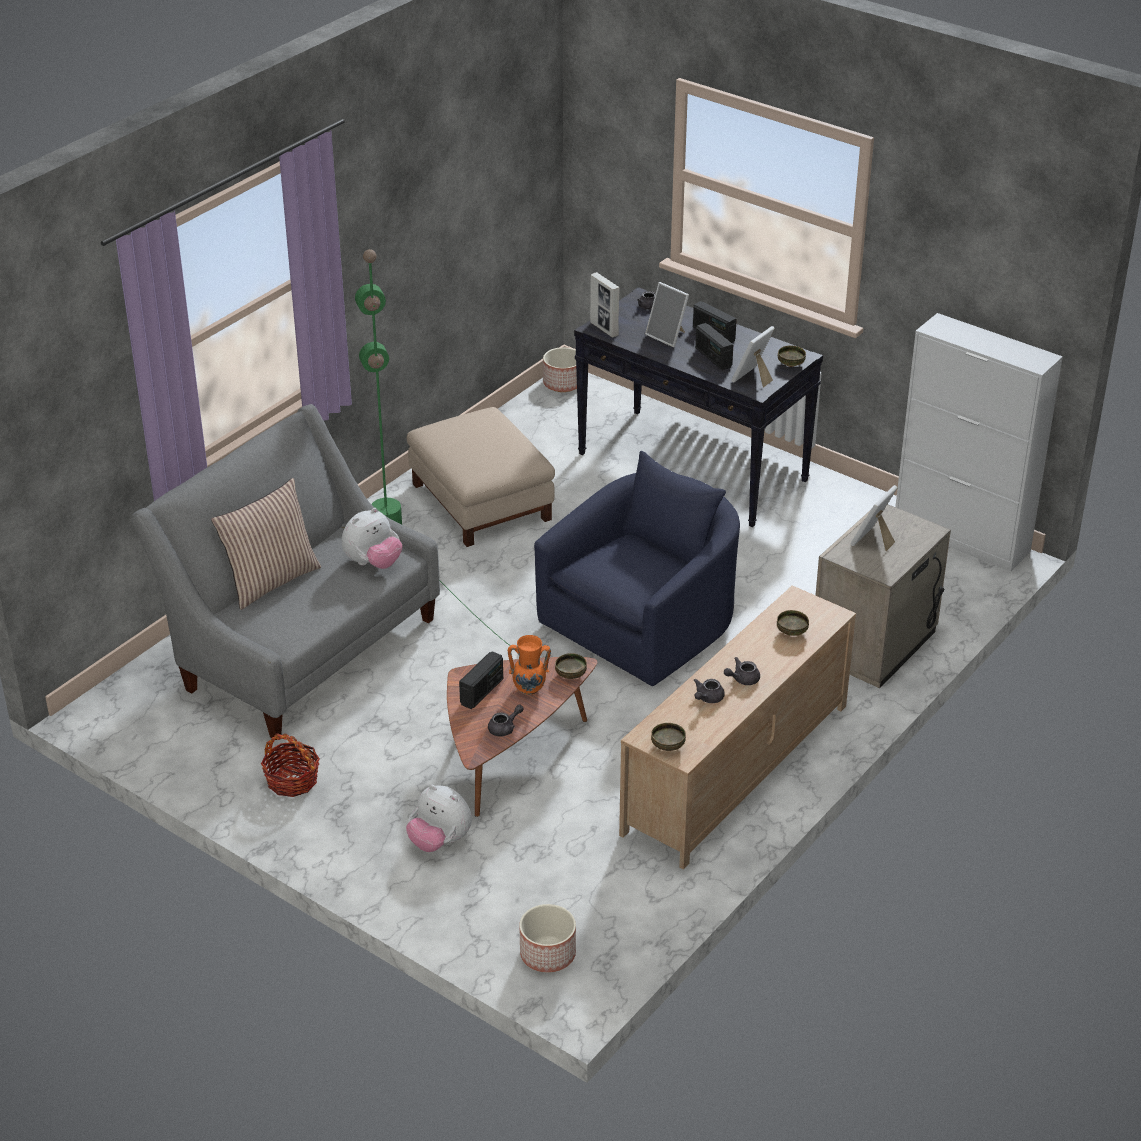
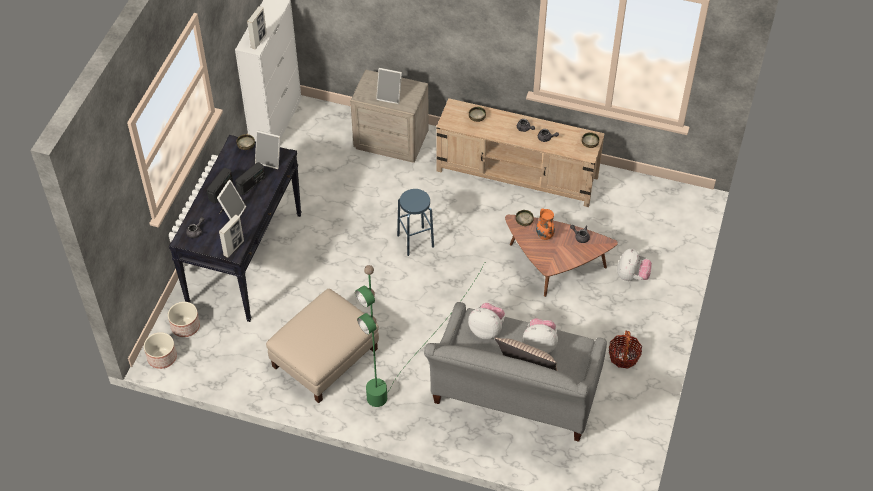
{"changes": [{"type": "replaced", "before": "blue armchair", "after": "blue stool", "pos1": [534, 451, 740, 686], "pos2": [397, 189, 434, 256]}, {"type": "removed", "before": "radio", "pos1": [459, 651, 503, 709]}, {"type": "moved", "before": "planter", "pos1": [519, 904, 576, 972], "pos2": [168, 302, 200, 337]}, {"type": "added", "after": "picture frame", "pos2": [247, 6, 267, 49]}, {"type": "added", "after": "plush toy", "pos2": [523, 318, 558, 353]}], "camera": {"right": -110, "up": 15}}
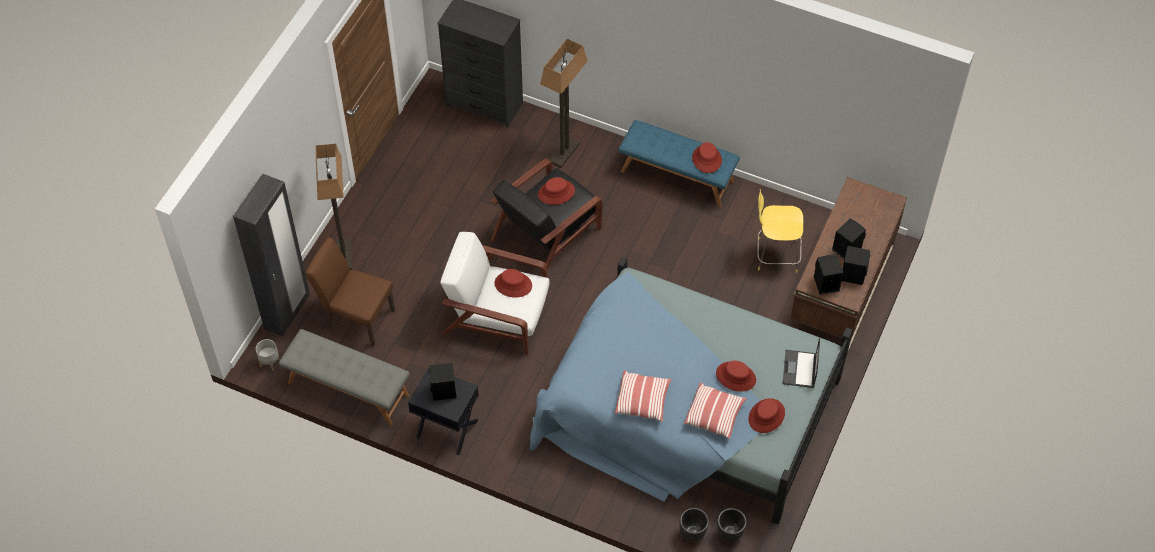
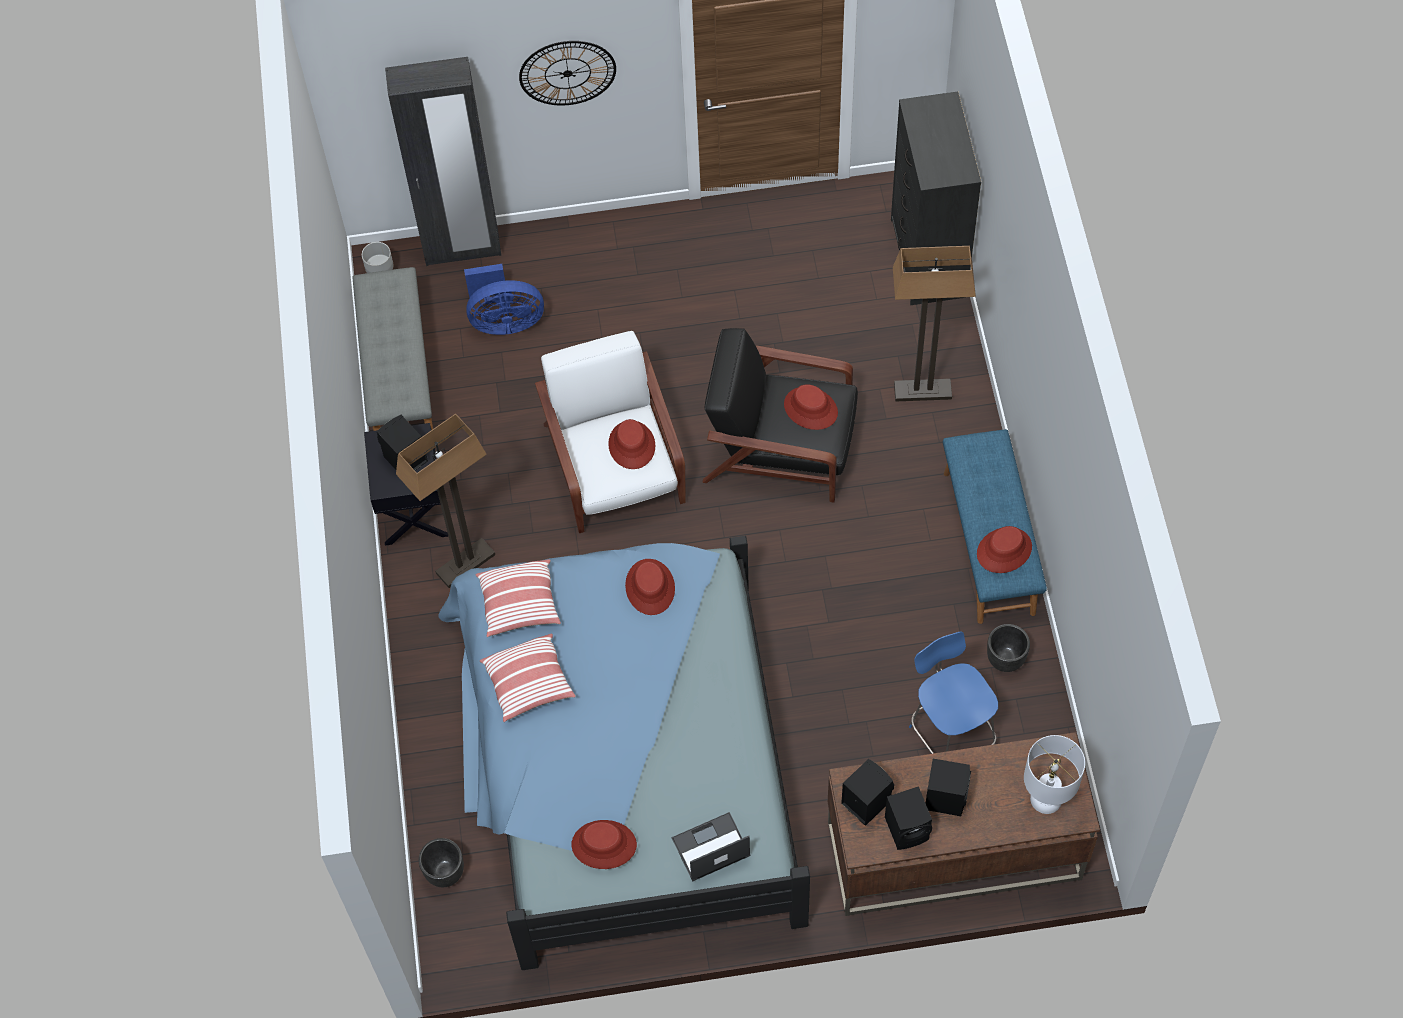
{"changes": [{"type": "moved", "before": "floor lamp", "pos1": [316, 144, 352, 270], "pos2": [396, 414, 495, 588]}, {"type": "recoloured", "before": "yellow stool", "after": "blue stool", "pos1": [757, 189, 803, 273], "pos2": [909, 632, 998, 754]}, {"type": "replaced", "before": "brown chair", "after": "blue fan", "pos1": [305, 237, 395, 346], "pos2": [464, 264, 544, 335]}, {"type": "moved", "before": "red hat", "pos1": [716, 361, 756, 392], "pos2": [625, 559, 675, 615]}, {"type": "moved", "before": "pillow", "pos1": [684, 382, 746, 439], "pos2": [476, 559, 561, 637]}, {"type": "moved", "before": "black planter", "pos1": [717, 508, 747, 541], "pos2": [987, 624, 1030, 672]}, {"type": "added", "after": "wall clock", "pos2": [519, 41, 616, 106]}, {"type": "added", "after": "white table lamp", "pos2": [1024, 735, 1085, 814]}], "camera": {"right": 60, "up": 5}}
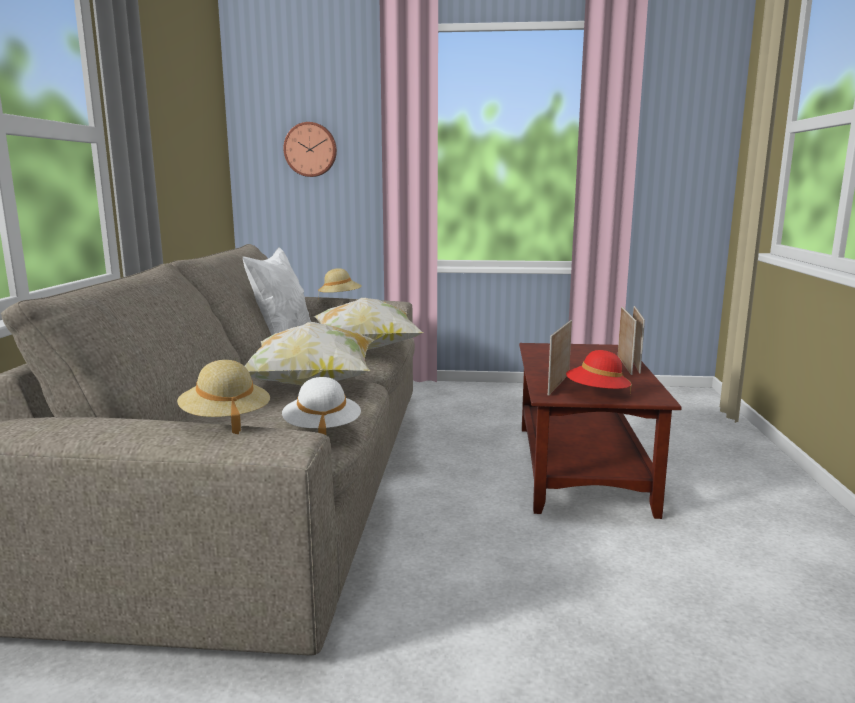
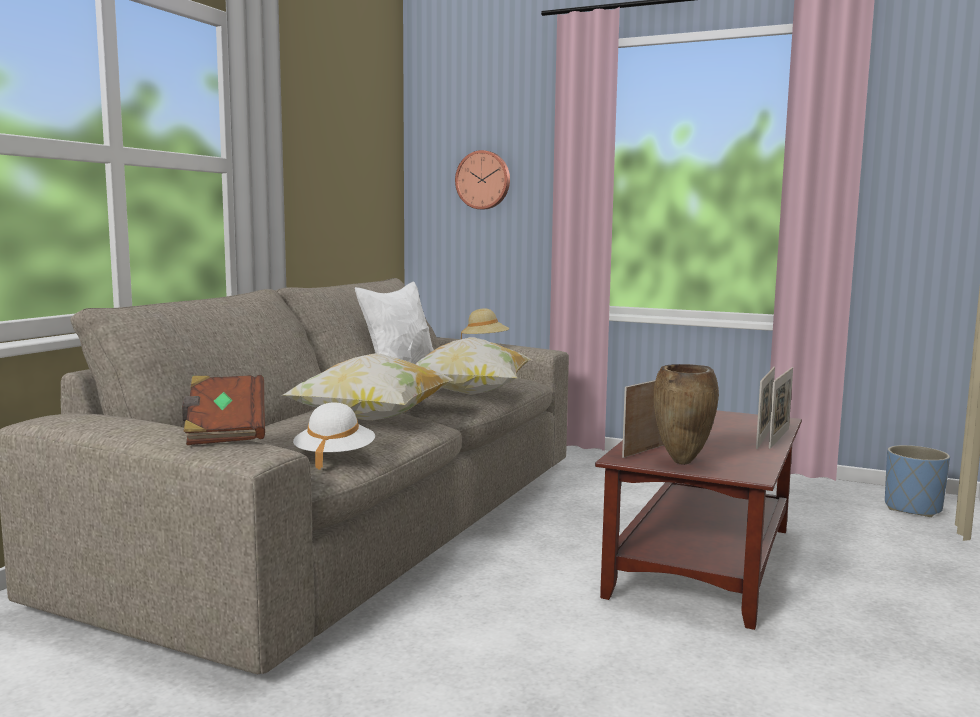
{"changes": [{"type": "replaced", "before": "red hat", "after": "brown vase", "pos1": [566, 350, 631, 395], "pos2": [654, 364, 719, 465]}, {"type": "replaced", "before": "beige hat", "after": "brown book", "pos1": [177, 360, 270, 434], "pos2": [182, 375, 265, 445]}, {"type": "added", "after": "blue planter", "pos2": [885, 445, 950, 517]}], "camera": {"right": 20, "up": -5}}
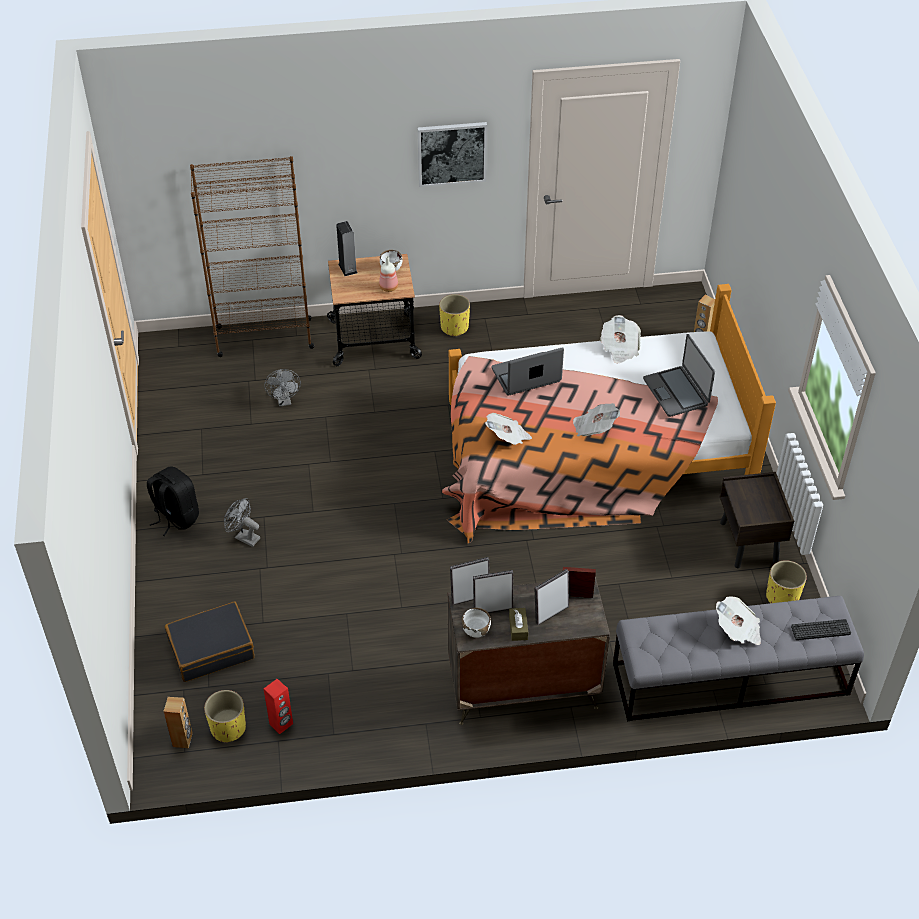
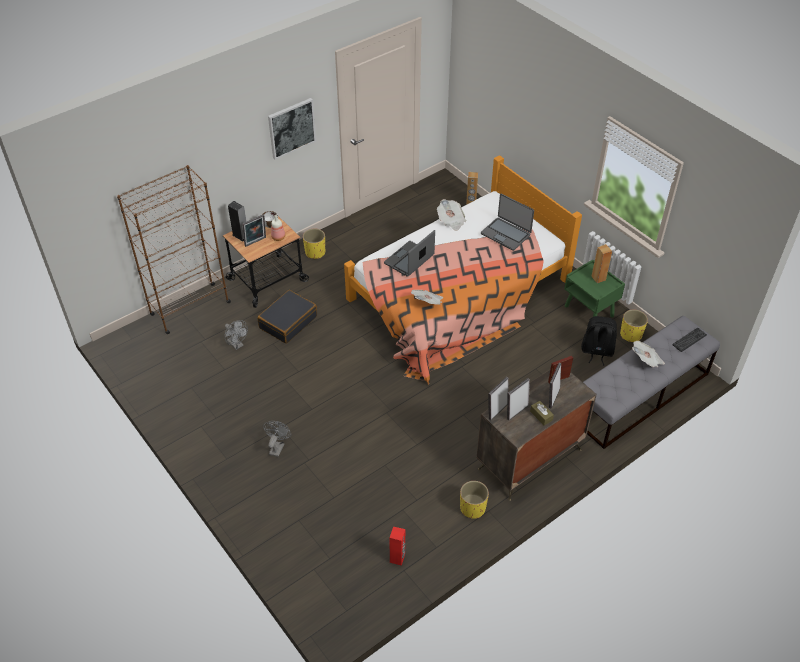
{"changes": [{"type": "removed", "before": "newspaper", "pos1": [573, 403, 620, 437]}, {"type": "moved", "before": "black backpack", "pos1": [147, 466, 199, 536], "pos2": [581, 316, 617, 365]}, {"type": "recoloured", "before": "brown nightstand", "after": "green nightstand", "pos1": [720, 472, 794, 568], "pos2": [564, 260, 625, 317]}, {"type": "turned", "before": "grey fan", "pos1": [224, 498, 260, 547], "pos2": [263, 421, 291, 457], "turn": 105}, {"type": "moved", "before": "black suitcase", "pos1": [165, 602, 255, 682], "pos2": [258, 290, 317, 344]}, {"type": "removed", "before": "white bowl", "pos1": [462, 608, 491, 638]}, {"type": "moved", "before": "yellow planter", "pos1": [204, 690, 246, 743], "pos2": [460, 481, 489, 519]}, {"type": "moved", "before": "brown speaker", "pos1": [163, 697, 193, 749], "pos2": [591, 244, 612, 283]}, {"type": "added", "after": "picture frame", "pos2": [242, 214, 266, 247]}], "camera": {"right": -30, "up": 0}}
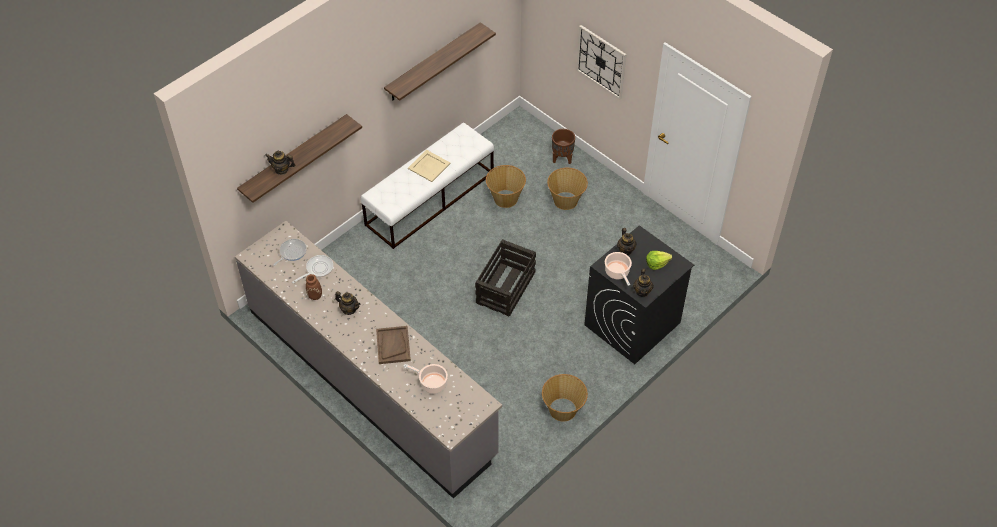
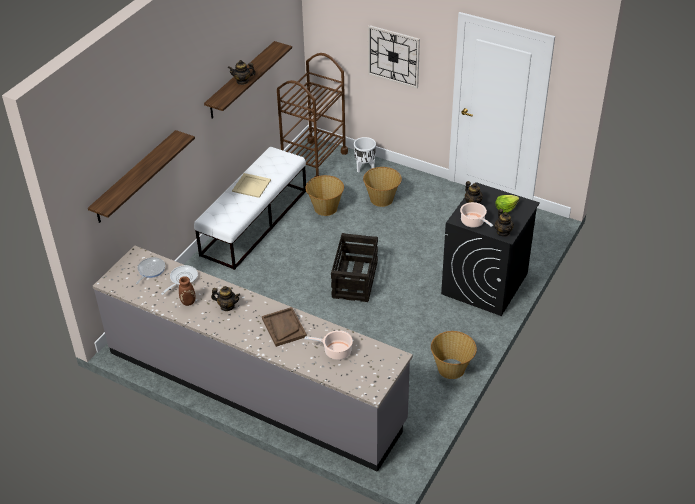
{"changes": [{"type": "recoloured", "before": "brown planter", "after": "white planter", "pos1": [552, 129, 575, 164], "pos2": [354, 137, 376, 173]}, {"type": "moved", "before": "teapot", "pos1": [265, 151, 295, 175], "pos2": [228, 60, 256, 85]}, {"type": "added", "after": "brown cart", "pos2": [277, 53, 348, 179]}], "camera": {"right": -15, "up": -10}}
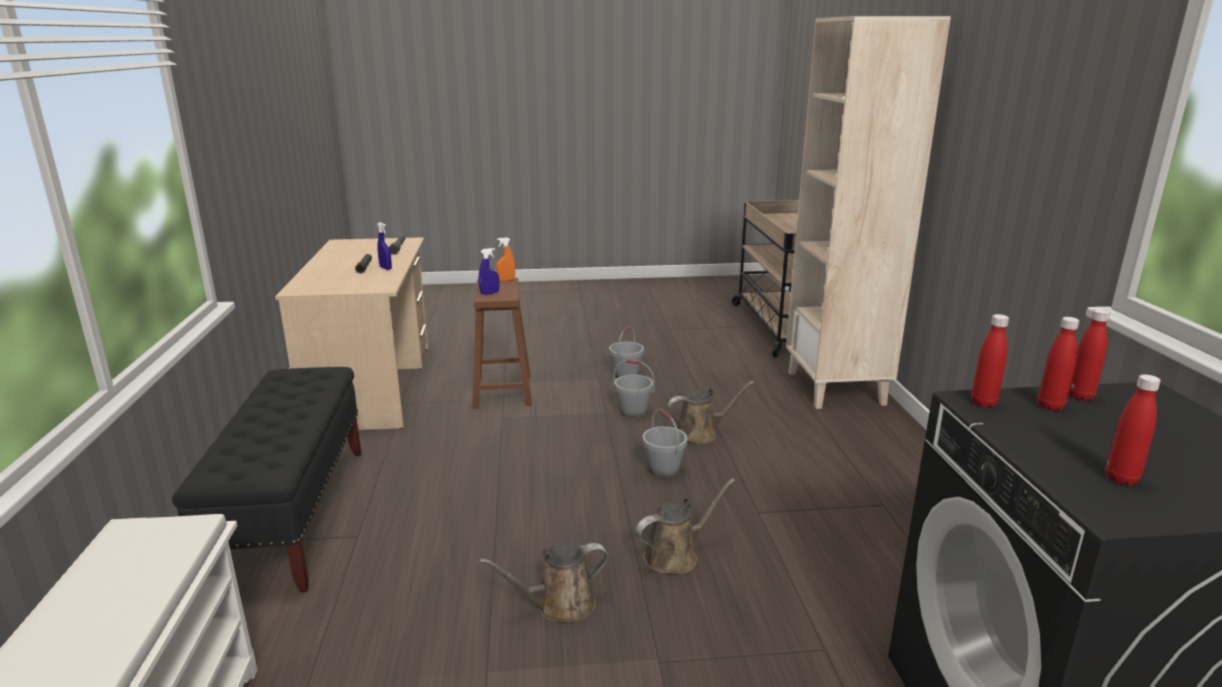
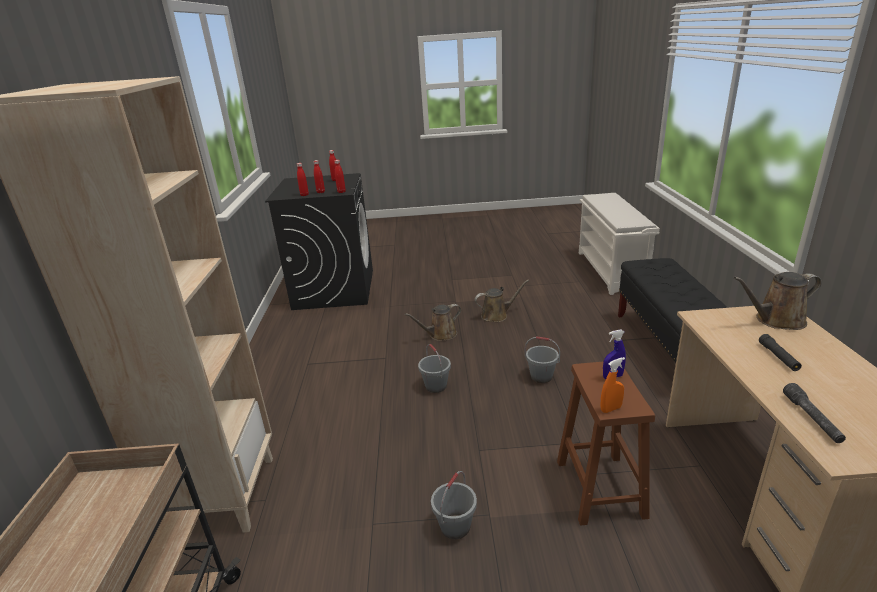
{"changes": [{"type": "removed", "before": "blue spray bottle", "pos1": [377, 222, 392, 270]}, {"type": "moved", "before": "grey bucket", "pos1": [614, 360, 654, 418], "pos2": [525, 336, 560, 383]}, {"type": "moved", "before": "brown watering can", "pos1": [667, 381, 754, 444], "pos2": [734, 272, 822, 330]}], "camera": {"right": -175, "up": 5}}
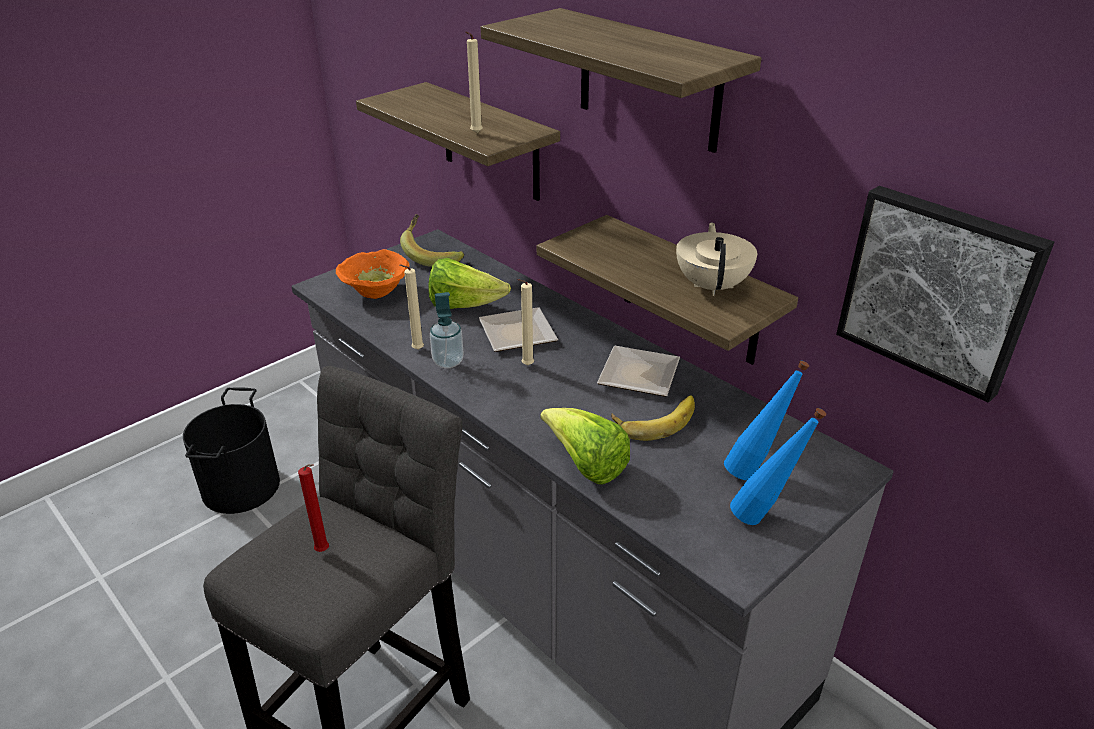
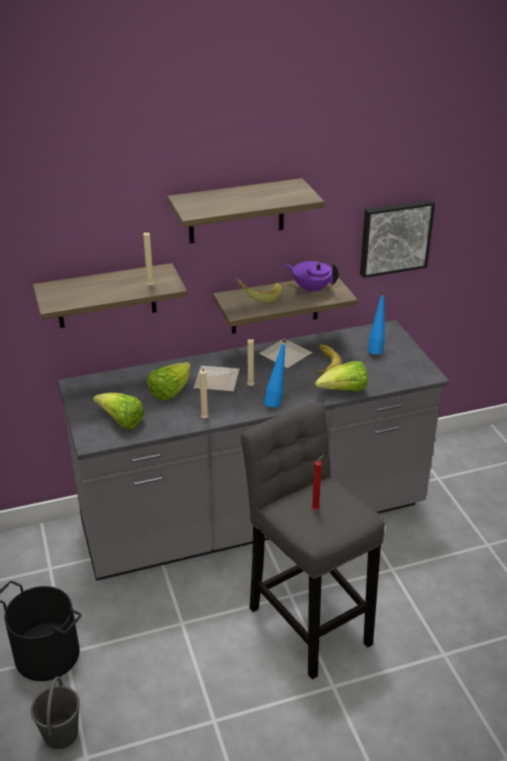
{"changes": [{"type": "moved", "before": "banana", "pos1": [400, 214, 464, 267], "pos2": [236, 278, 282, 303]}, {"type": "recoloured", "before": "beige teapot", "after": "purple teapot", "pos1": [676, 222, 757, 296], "pos2": [285, 261, 339, 293]}, {"type": "replaced", "before": "orange bowl", "after": "lettuce", "pos1": [336, 249, 409, 299], "pos2": [93, 393, 144, 430]}, {"type": "removed", "before": "soap dispenser", "pos1": [430, 292, 463, 368]}, {"type": "moved", "before": "blue bottle", "pos1": [730, 408, 826, 525], "pos2": [264, 339, 287, 408]}, {"type": "added", "after": "grey bucket", "pos2": [30, 676, 80, 749]}], "camera": {"right": -65, "up": 0}}
